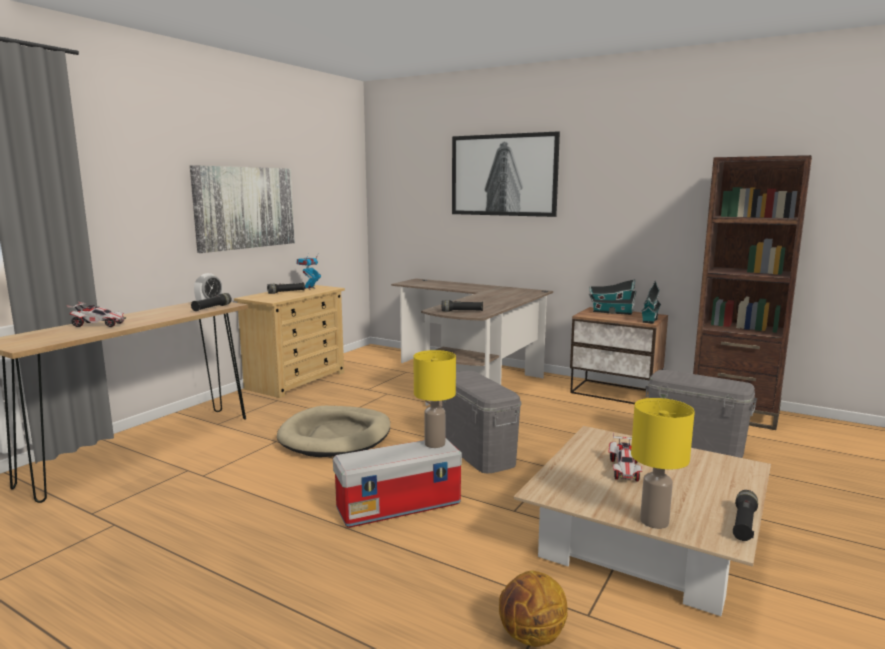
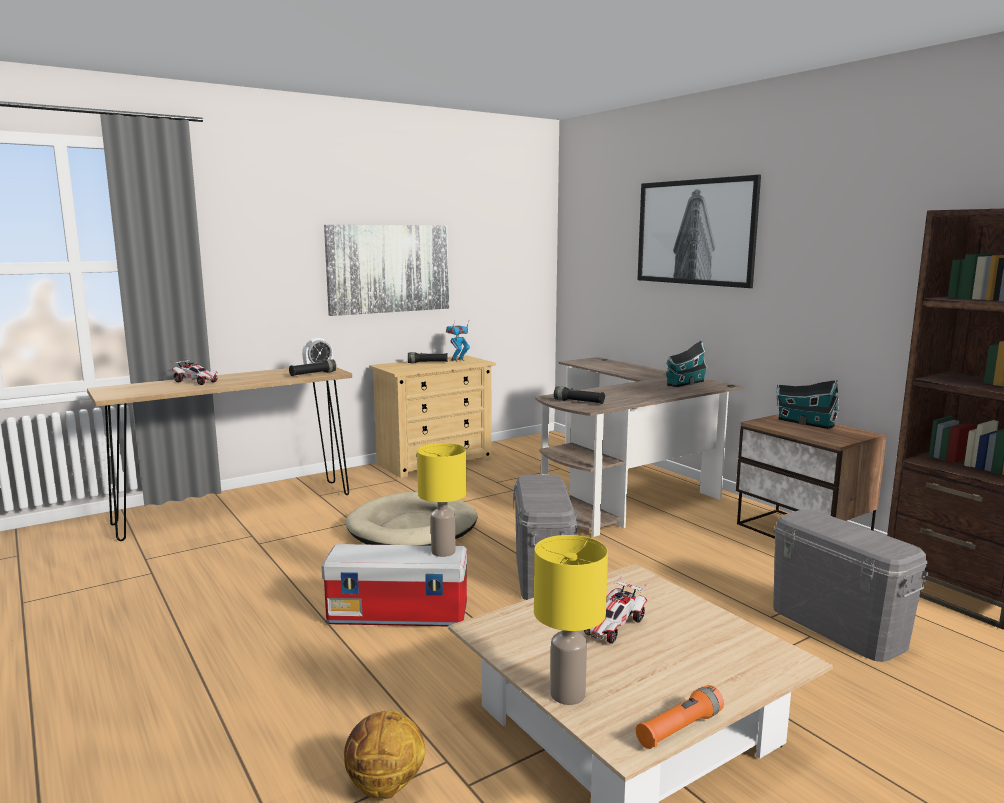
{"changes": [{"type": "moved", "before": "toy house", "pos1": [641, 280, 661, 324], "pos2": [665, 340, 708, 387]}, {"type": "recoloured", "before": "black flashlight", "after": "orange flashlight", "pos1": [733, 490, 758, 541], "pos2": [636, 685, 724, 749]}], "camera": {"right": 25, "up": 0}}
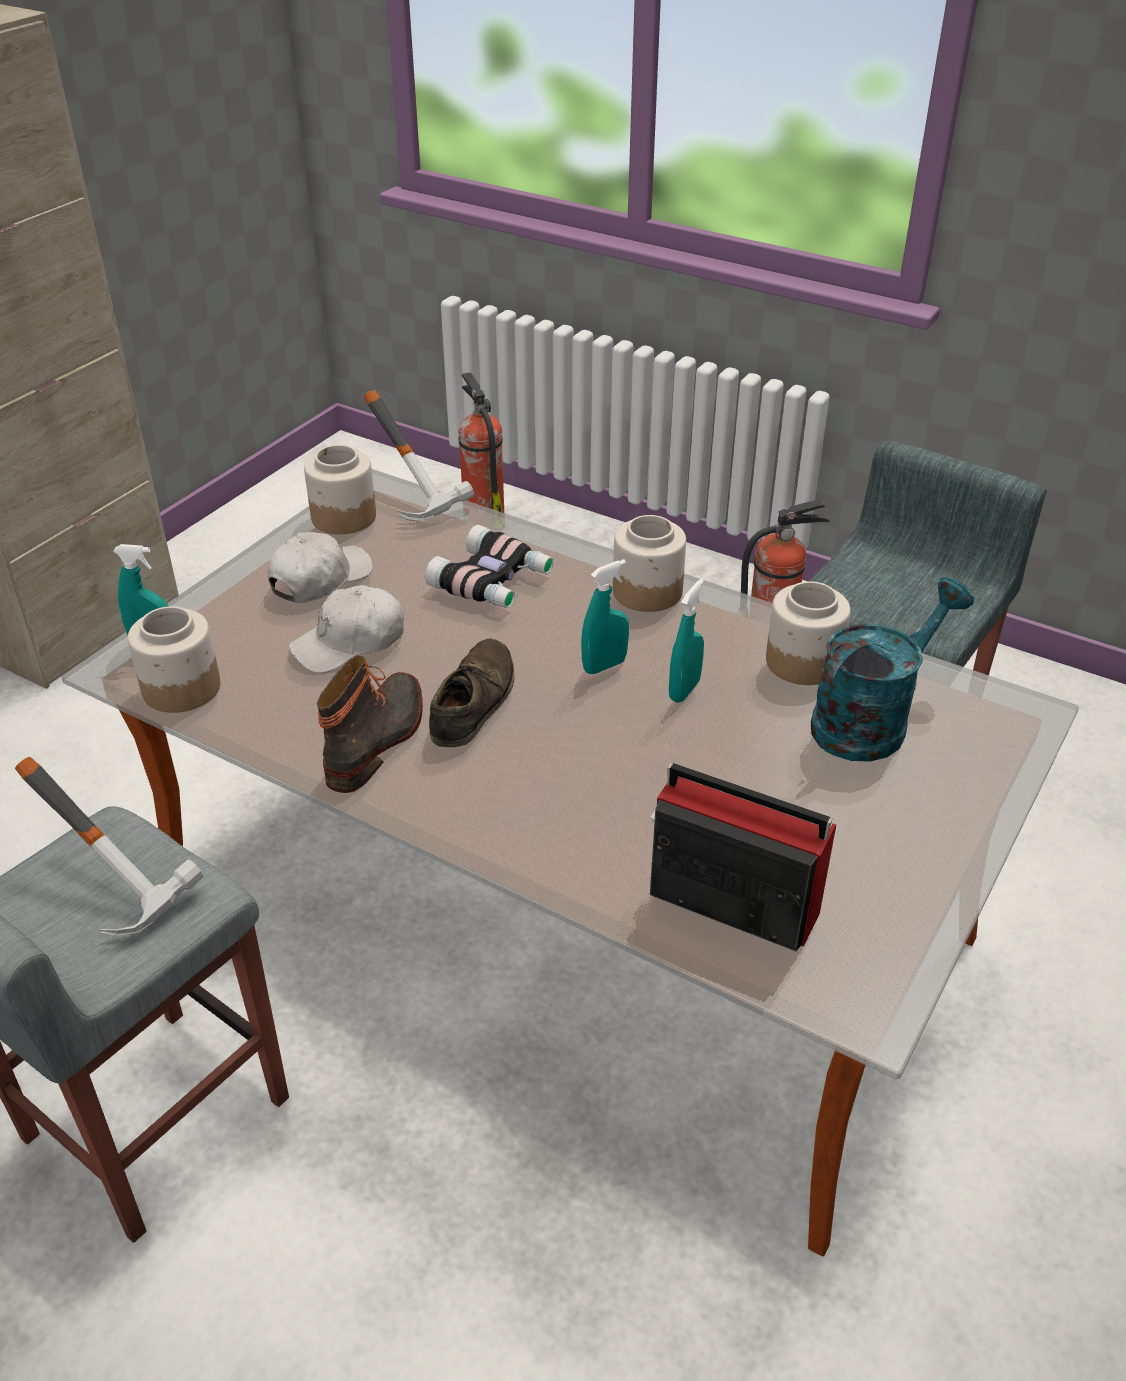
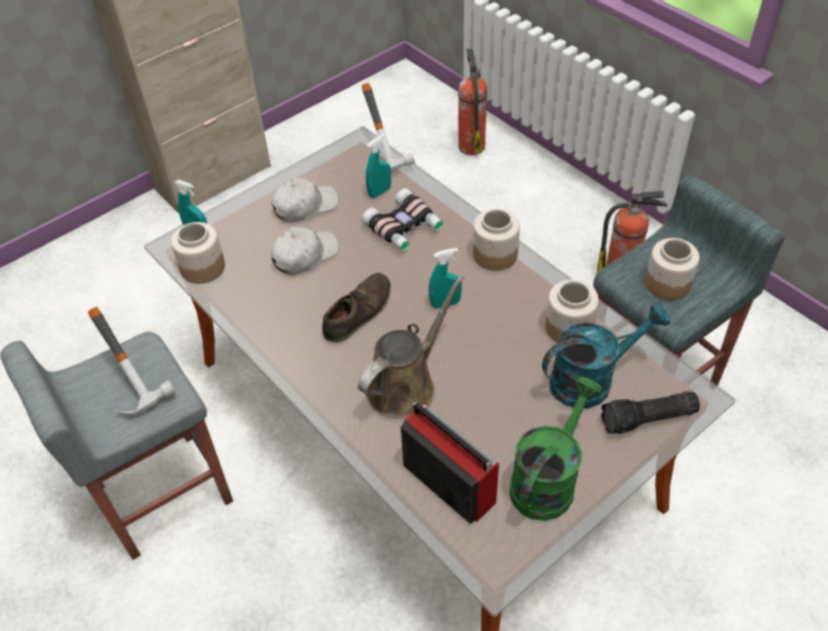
{"changes": [{"type": "moved", "before": "jar", "pos1": [304, 445, 376, 534], "pos2": [645, 238, 700, 300]}, {"type": "moved", "before": "turquoise spray bottle", "pos1": [669, 579, 704, 703], "pos2": [366, 134, 391, 198]}, {"type": "turned", "before": "white cap", "pos1": [289, 585, 404, 673], "pos2": [271, 227, 339, 275], "turn": 150}, {"type": "removed", "before": "boot", "pos1": [317, 656, 423, 793]}, {"type": "added", "after": "brown watering can", "pos2": [358, 275, 464, 418]}, {"type": "added", "after": "green watering can", "pos2": [509, 377, 602, 521]}, {"type": "added", "after": "flashlight", "pos2": [601, 392, 700, 434]}], "camera": {"right": 20, "up": 10}}
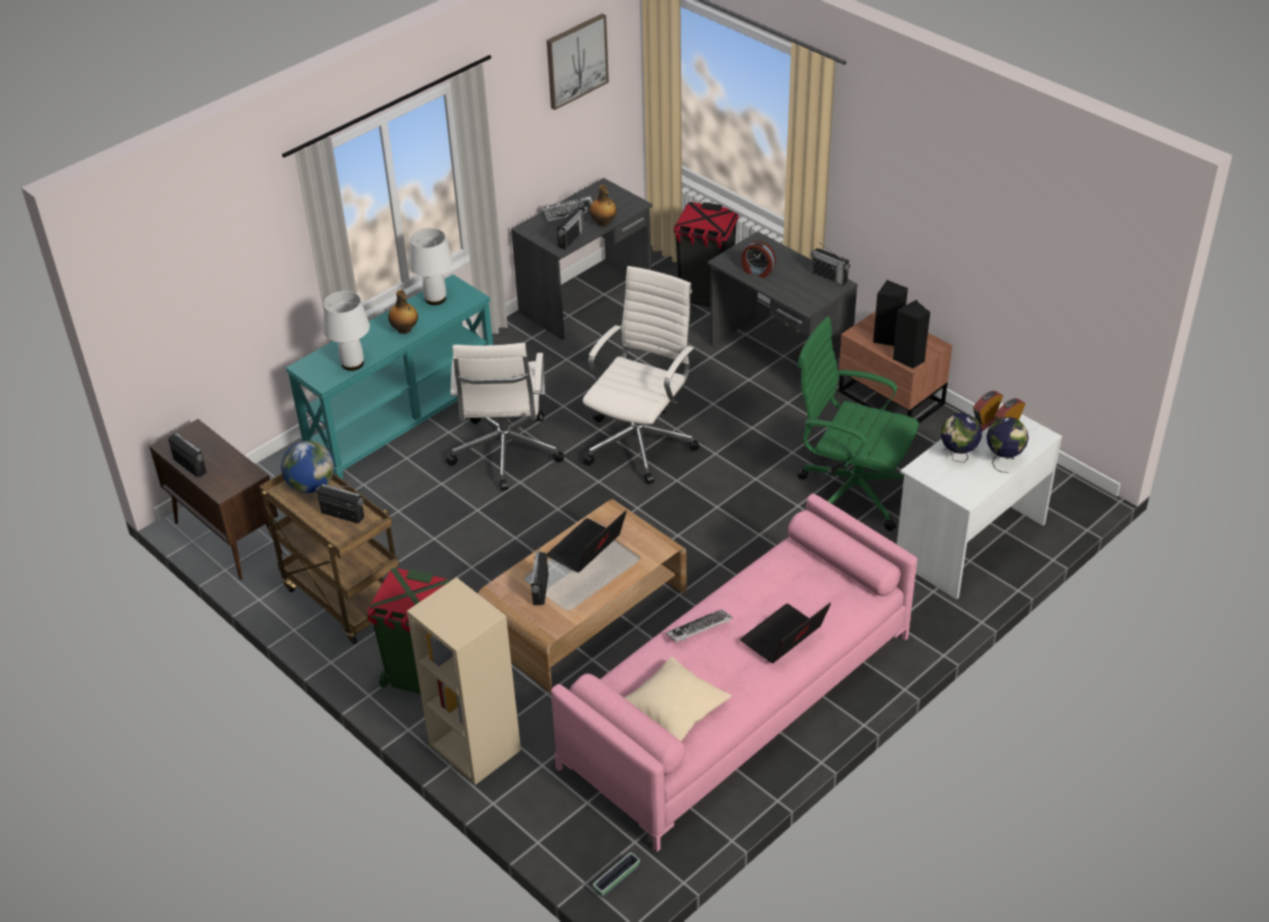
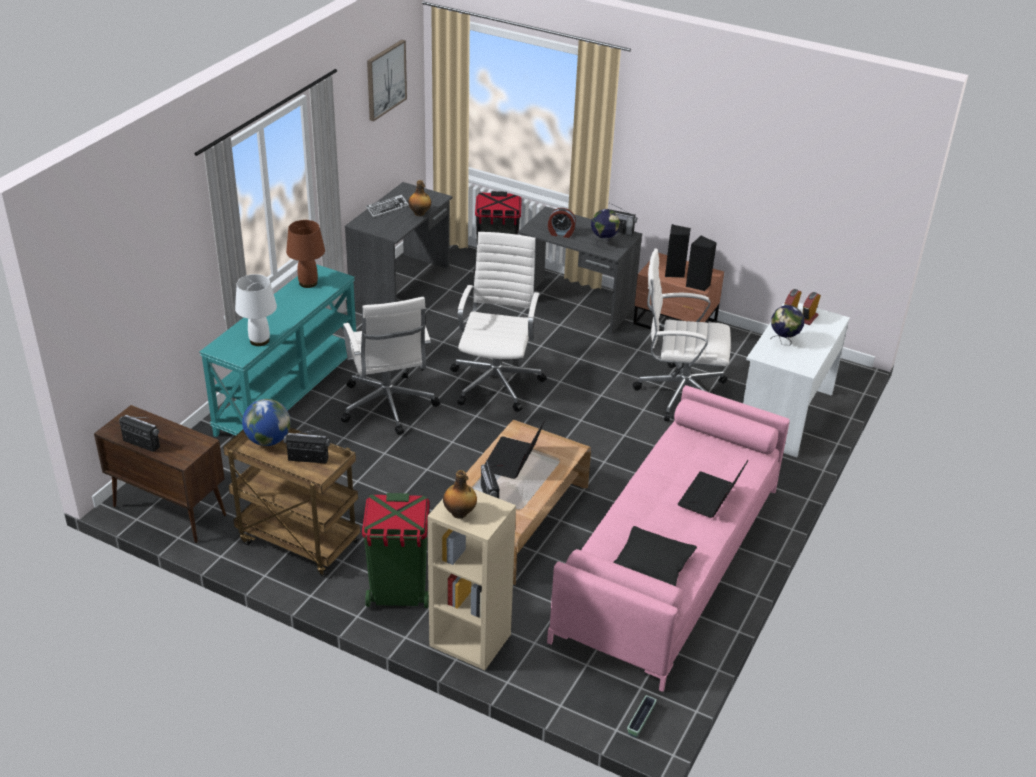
{"changes": [{"type": "removed", "before": "radio", "pos1": [557, 209, 584, 250]}, {"type": "recoloured", "before": "white table lamp", "after": "brown table lamp", "pos1": [409, 228, 453, 305], "pos2": [286, 220, 325, 288]}, {"type": "moved", "before": "bottle", "pos1": [388, 290, 418, 334], "pos2": [443, 470, 477, 519]}, {"type": "recoloured", "before": "green office chair", "after": "white office chair", "pos1": [797, 316, 919, 531], "pos2": [633, 248, 731, 421]}, {"type": "moved", "before": "globe", "pos1": [986, 417, 1029, 473], "pos2": [591, 209, 620, 250]}, {"type": "removed", "before": "keyboard", "pos1": [666, 609, 733, 642]}, {"type": "recoloured", "before": "beige pillow", "after": "black pillow", "pos1": [624, 657, 731, 741], "pos2": [613, 526, 697, 586]}], "camera": {"right": -20, "up": -5}}
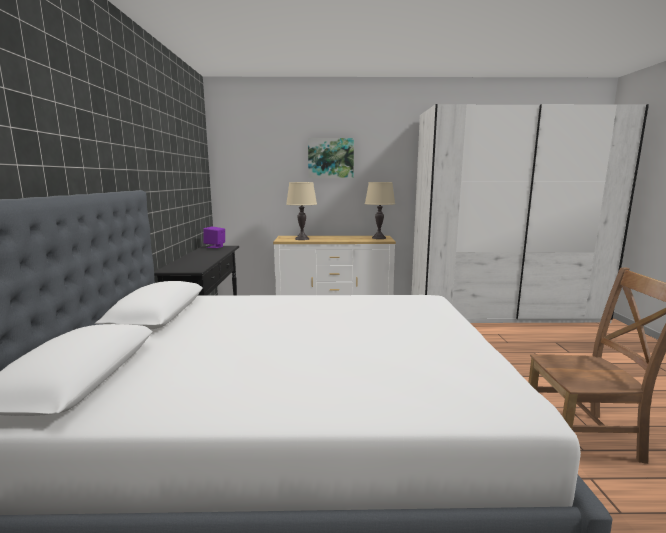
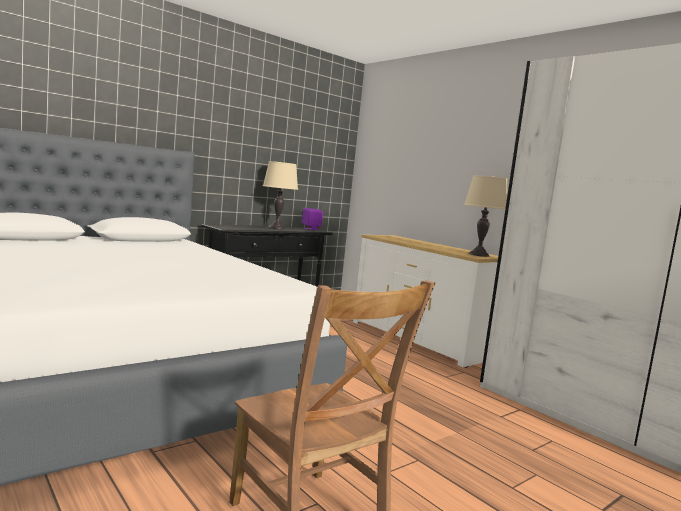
{"changes": [{"type": "removed", "before": "picture", "pos1": [308, 138, 354, 178]}, {"type": "moved", "before": "beige table lamp", "pos1": [286, 182, 317, 240], "pos2": [263, 161, 298, 229]}], "camera": {"right": 50, "up": -5}}
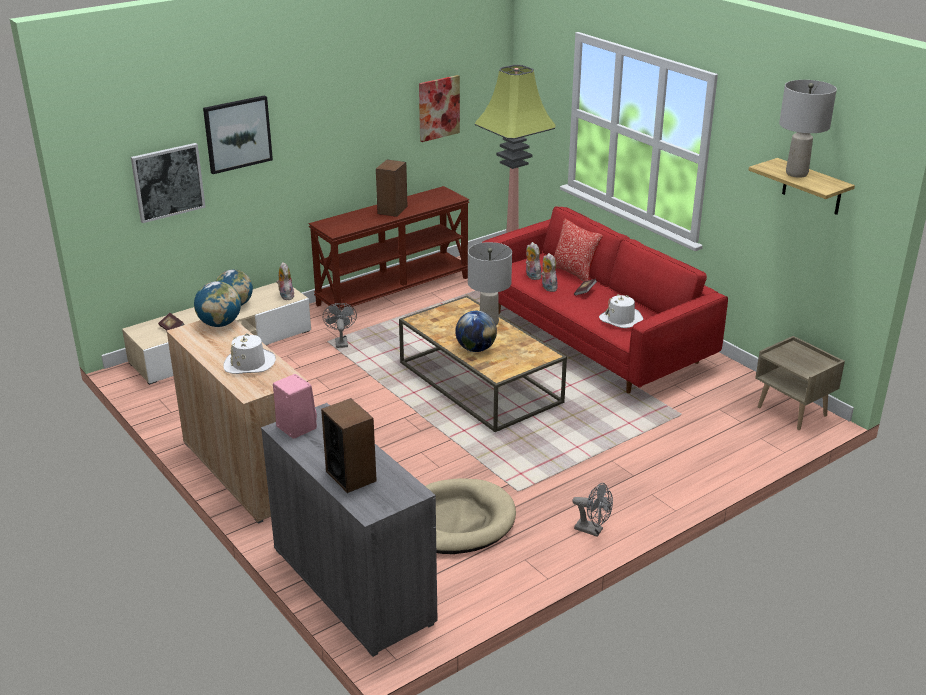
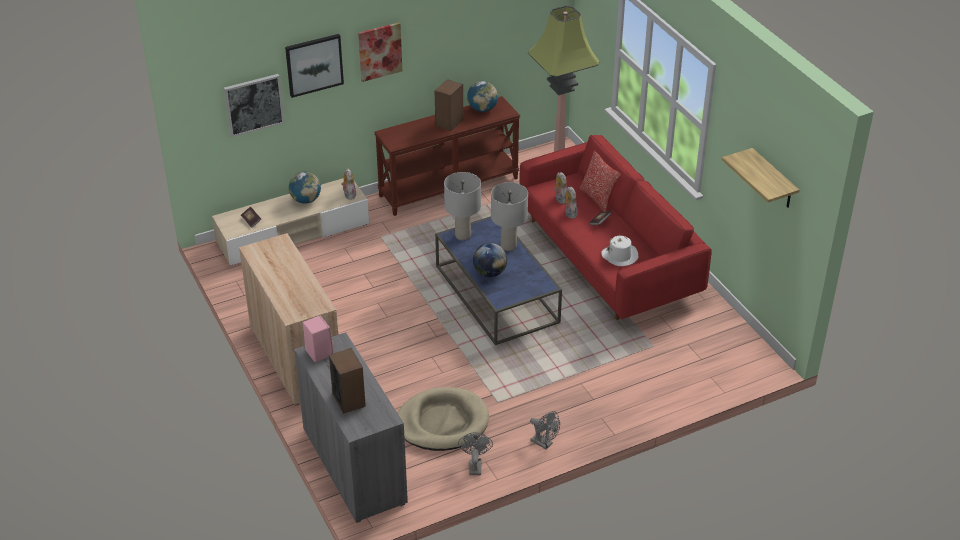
{"changes": [{"type": "moved", "before": "picture", "pos1": [419, 75, 460, 142], "pos2": [358, 22, 402, 82]}, {"type": "moved", "before": "grey table lamp", "pos1": [779, 80, 837, 178], "pos2": [444, 172, 481, 240]}, {"type": "moved", "before": "globe", "pos1": [194, 281, 241, 327], "pos2": [467, 81, 498, 112]}, {"type": "recoloured", "before": "brown coffee table", "after": "blue coffee table", "pos1": [399, 296, 567, 432], "pos2": [435, 216, 562, 345]}, {"type": "moved", "before": "grey fan", "pos1": [323, 303, 357, 348], "pos2": [458, 432, 493, 475]}, {"type": "removed", "before": "white hat", "pos1": [223, 334, 276, 374]}, {"type": "removed", "before": "beige nightstand", "pos1": [755, 336, 845, 430]}], "camera": {"right": 10, "up": 10}}
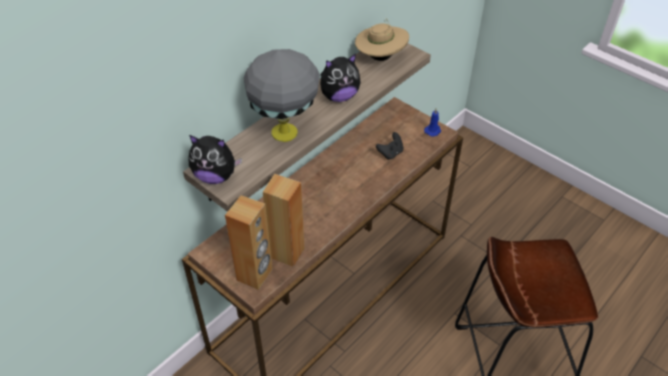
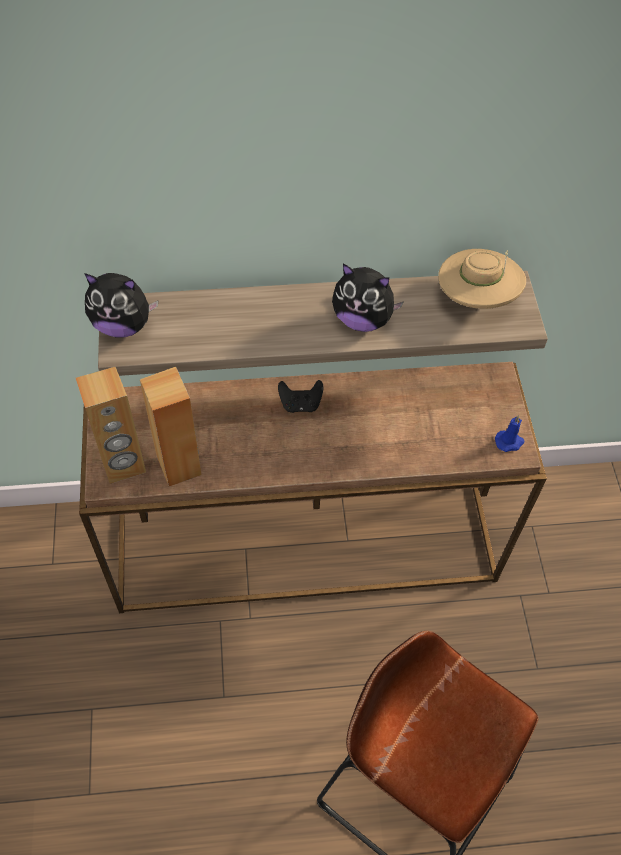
{"changes": [{"type": "removed", "before": "grey table lamp", "pos1": [244, 49, 320, 142]}, {"type": "moved", "before": "black game controller", "pos1": [376, 132, 403, 160], "pos2": [278, 380, 324, 413]}, {"type": "turned", "before": "plush toy", "pos1": [189, 135, 242, 184], "pos2": [84, 273, 158, 337], "turn": -45}], "camera": {"right": 40, "up": 10}}
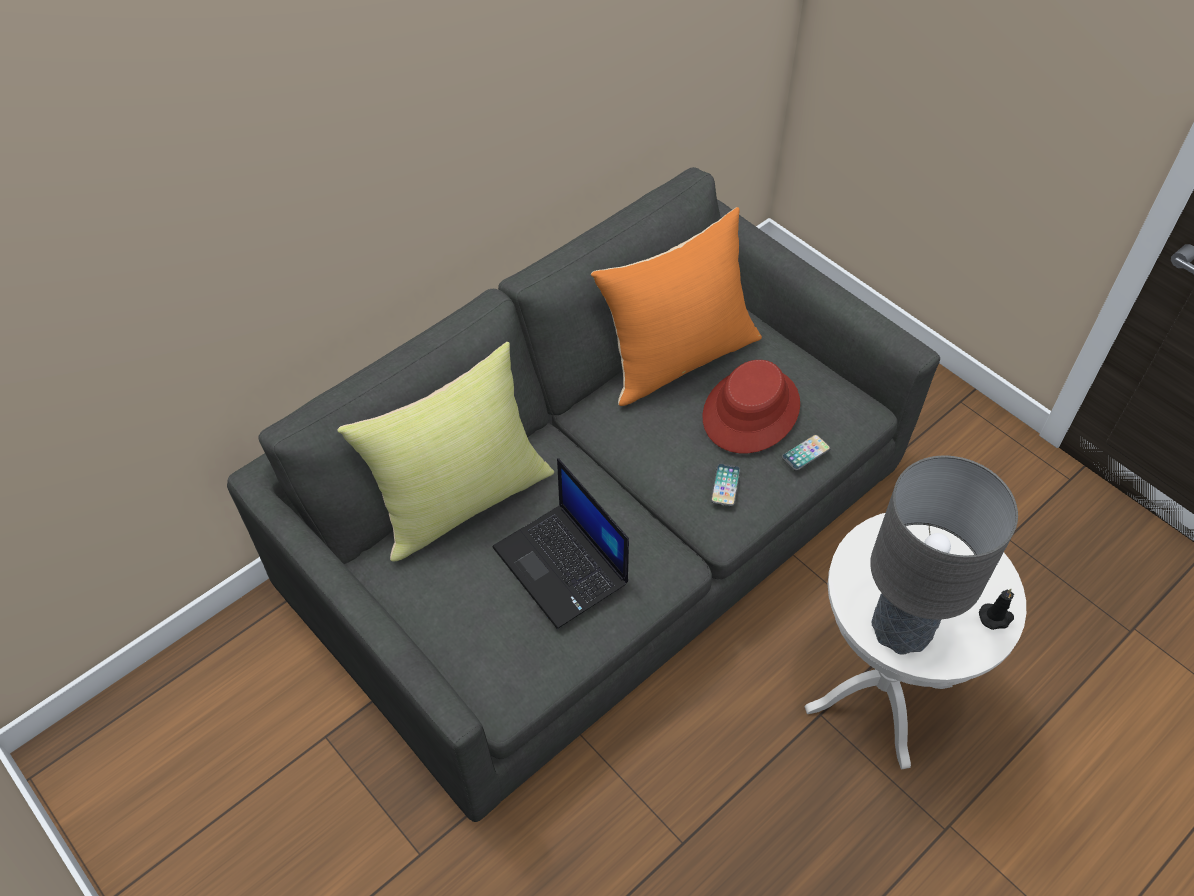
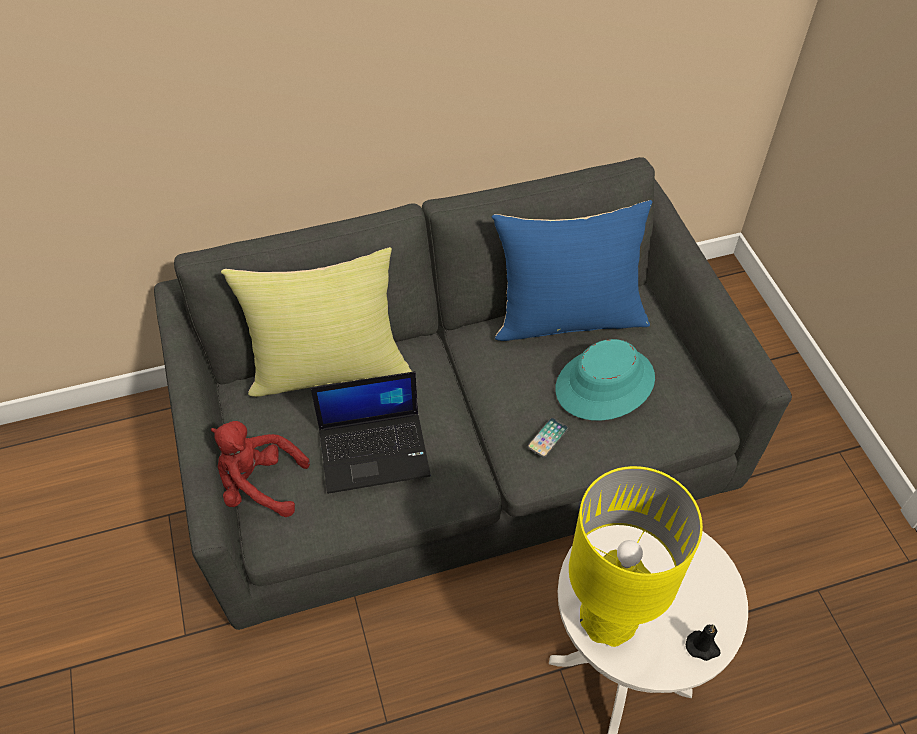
{"changes": [{"type": "recoloured", "before": "orange pillow", "after": "blue pillow", "pos1": [591, 207, 762, 406], "pos2": [492, 200, 652, 341]}, {"type": "recoloured", "before": "red hat", "after": "turquoise hat", "pos1": [703, 360, 800, 453], "pos2": [555, 339, 655, 421]}, {"type": "removed", "before": "phone", "pos1": [782, 435, 831, 471]}, {"type": "recoloured", "before": "grey table lamp", "after": "yellow table lamp", "pos1": [870, 456, 1018, 655], "pos2": [569, 466, 703, 647]}, {"type": "turned", "before": "laptop", "pos1": [492, 458, 629, 629], "pos2": [311, 371, 431, 494], "turn": -90}, {"type": "added", "after": "red plush toy", "pos2": [211, 421, 310, 517]}], "camera": {"right": 25, "up": 0}}
